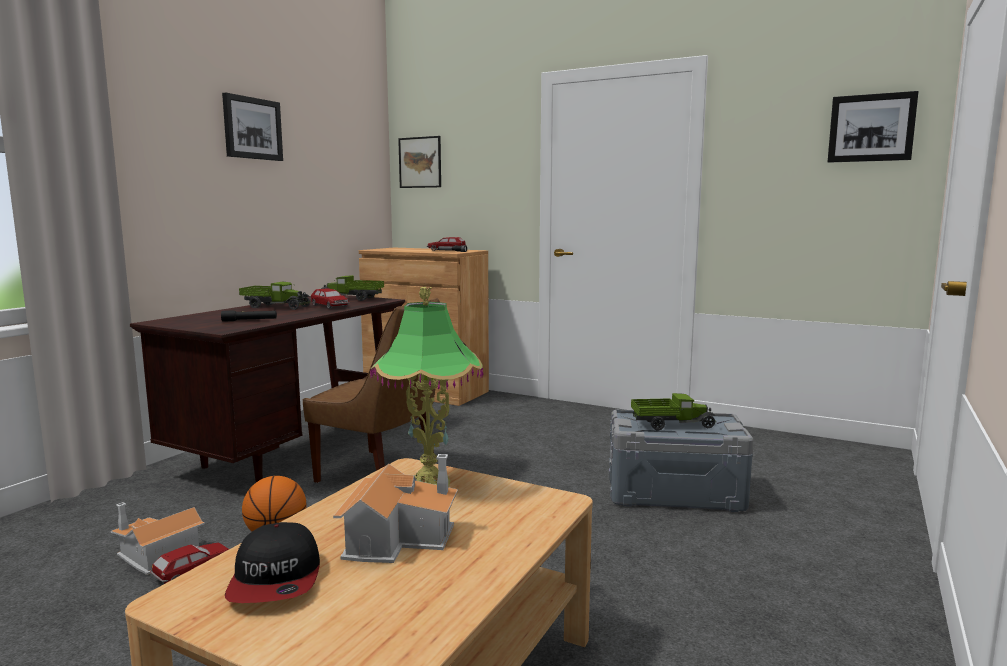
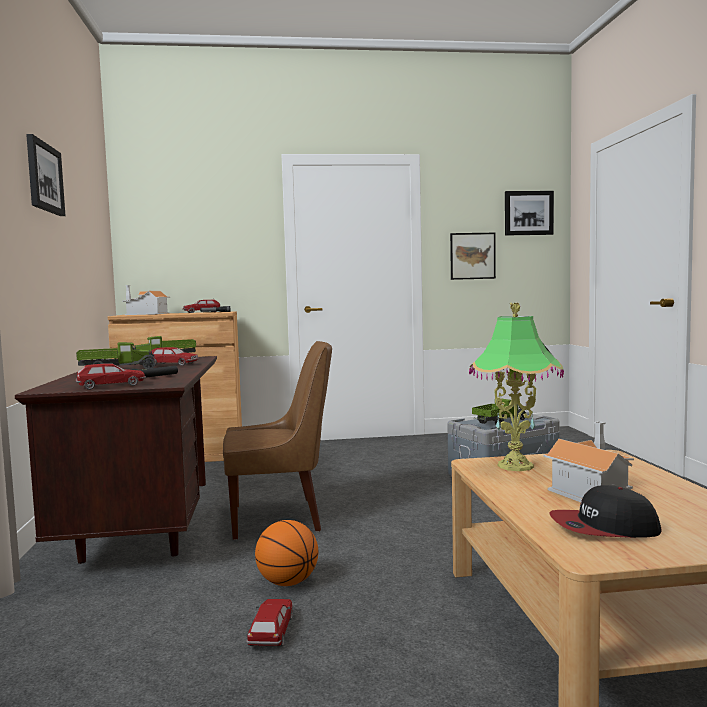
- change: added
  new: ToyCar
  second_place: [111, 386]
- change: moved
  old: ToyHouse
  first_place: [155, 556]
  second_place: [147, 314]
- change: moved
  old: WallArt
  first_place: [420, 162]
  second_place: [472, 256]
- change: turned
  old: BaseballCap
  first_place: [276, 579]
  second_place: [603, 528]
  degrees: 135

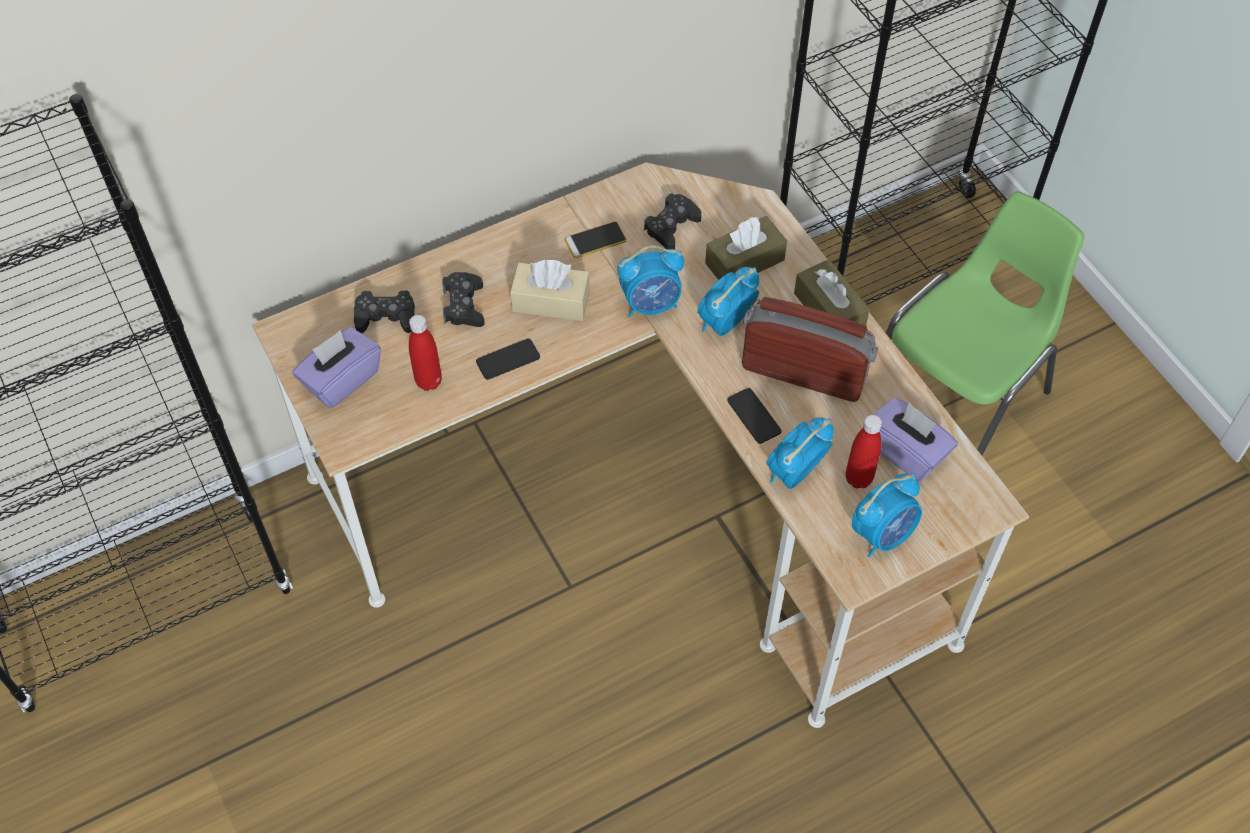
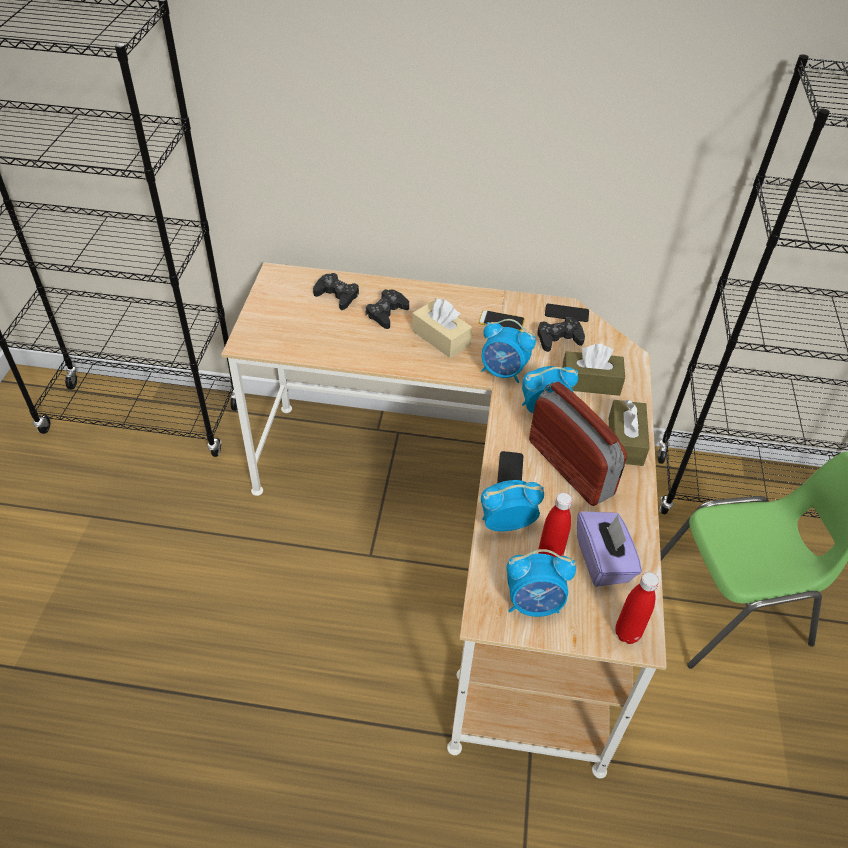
- change: moved
  old: Telephone
  first_place: [508, 359]
  second_place: [566, 313]
- change: moved
  old: ReddishBottle
  first_place: [428, 381]
  second_place: [627, 633]
- change: removed
  old: PurplishBoxOfTissues
  first_place: [341, 380]

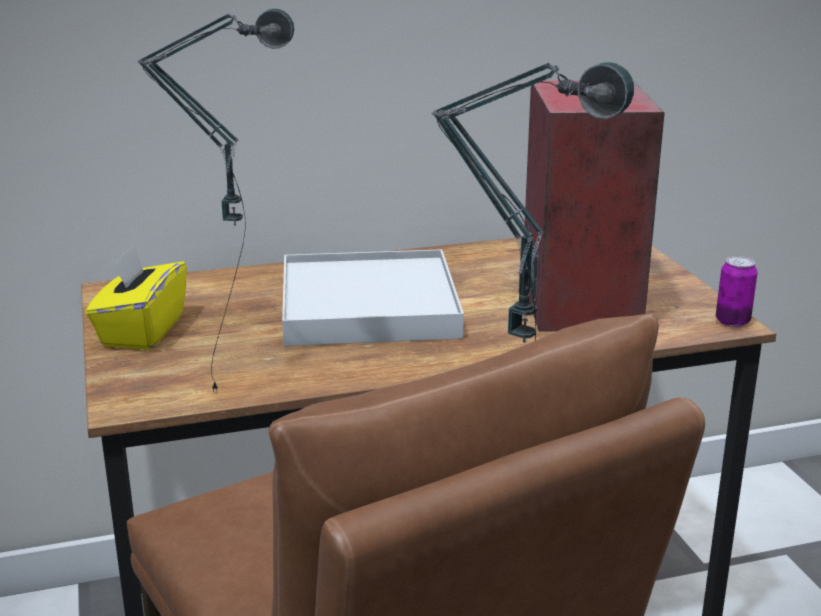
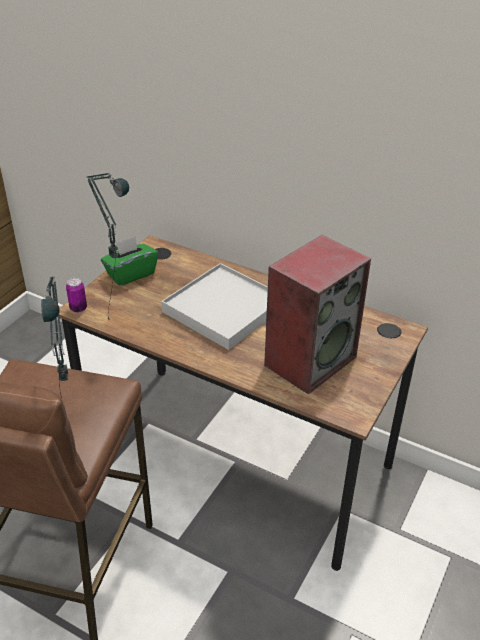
- change: moved
  old: MetalCan
  first_place: [732, 321]
  second_place: [78, 308]
- change: recoloured
  old: YellowBoxOfTissues
  new: GreenBoxOfTissues
  first_place: [141, 331]
  second_place: [130, 274]

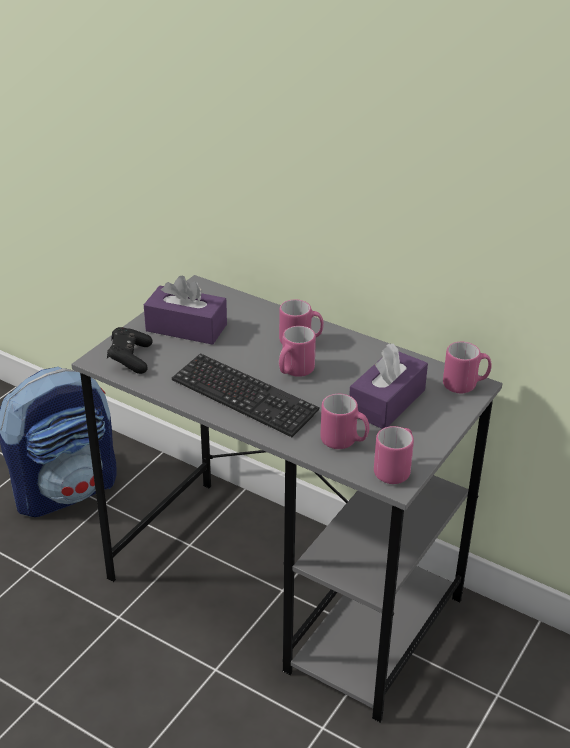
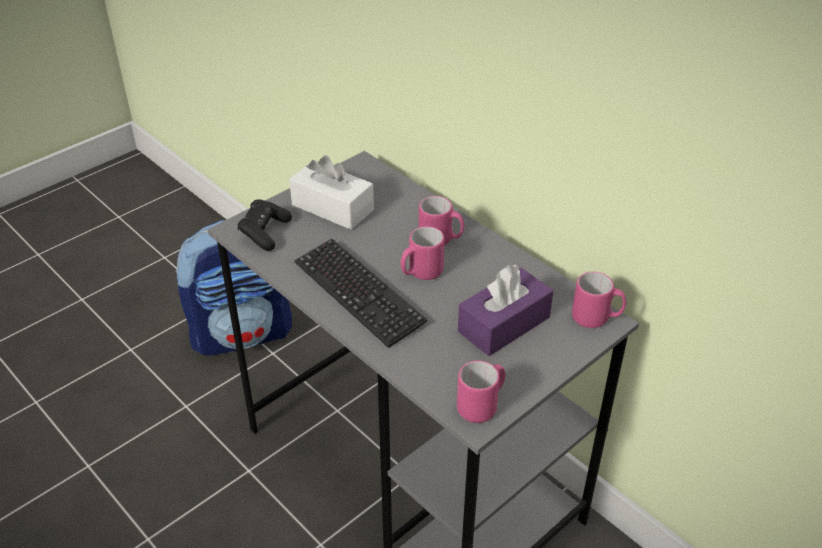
- change: recoloured
  old: PurplishBoxOfTissues
  new: WhiteBoxOfTissues
  first_place: [186, 328]
  second_place: [332, 207]
- change: removed
  old: PinkishCoffeeMug
  first_place: [344, 441]

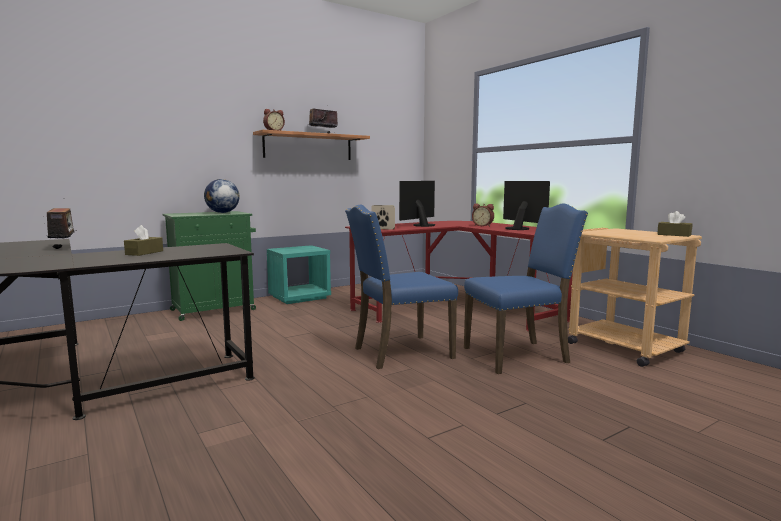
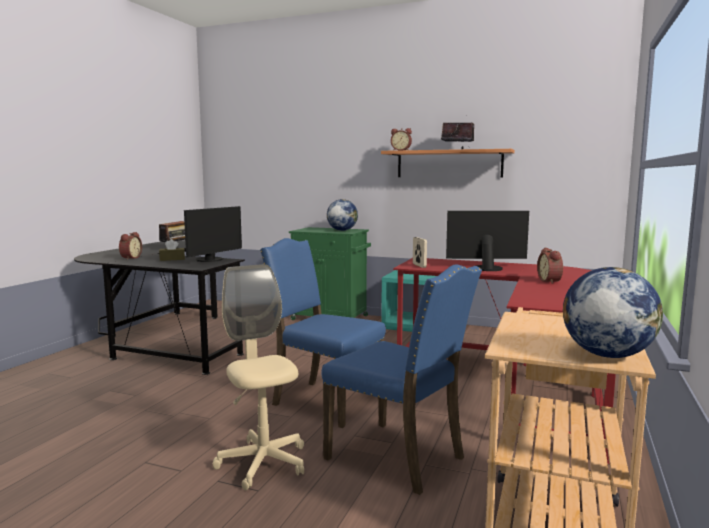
- change: added
  new: AlarmClock
  second_place: [130, 258]
- change: moved
  old: ComputerDisplay
  first_place: [519, 228]
  second_place: [211, 260]
- change: added
  new: BeigeOfficeChair
  second_place: [263, 463]
- change: replaced
  old: BrownColouredBoxOfTissues
  new: WorldGlobe
  first_place: [674, 235]
  second_place: [606, 355]

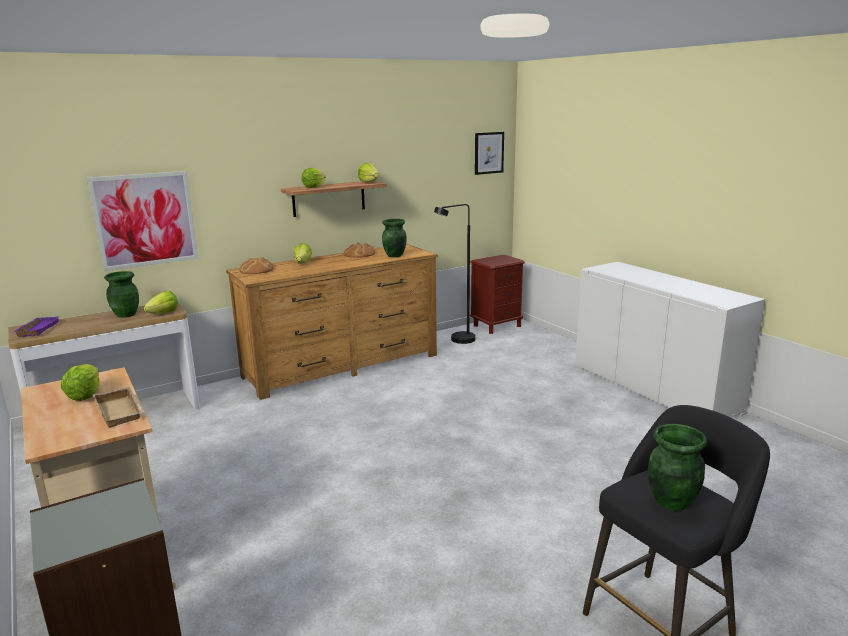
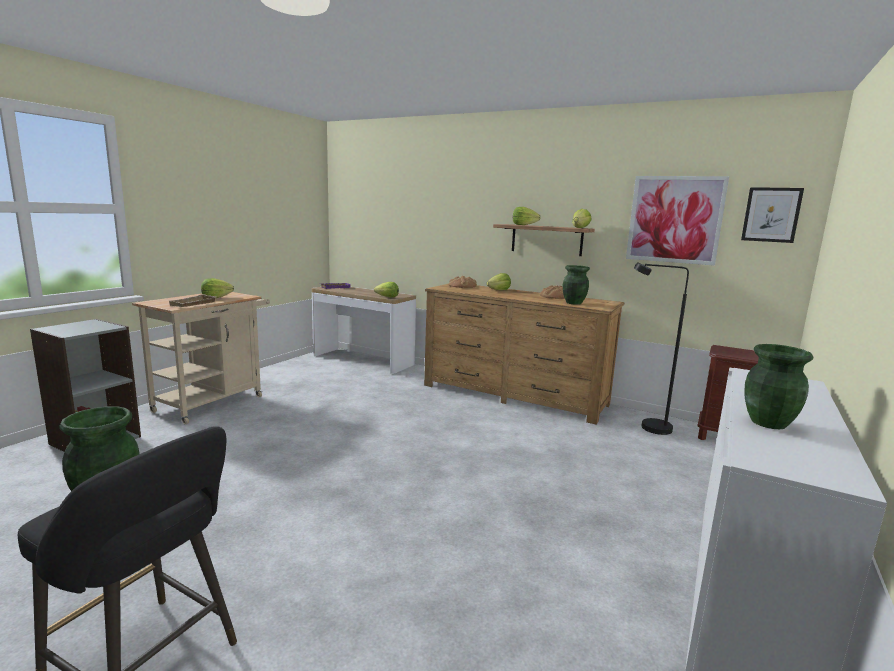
- change: moved
  old: WallArt
  first_place: [145, 220]
  second_place: [674, 219]
- change: moved
  old: GreenFlowerVase
  first_place: [126, 314]
  second_place: [768, 422]

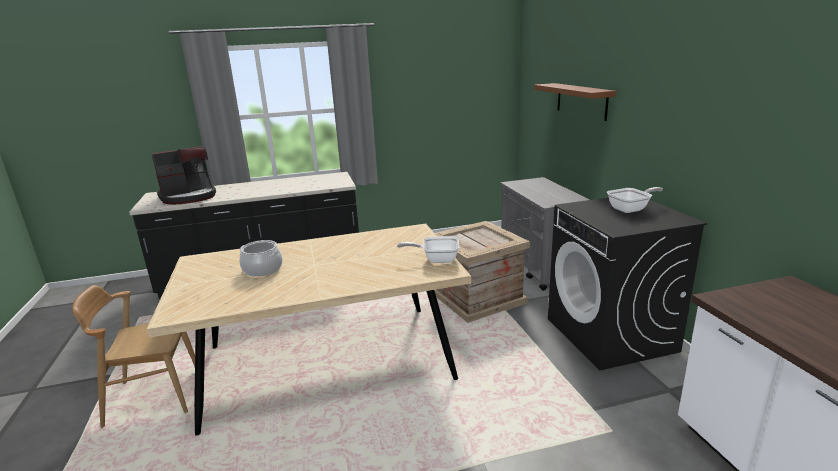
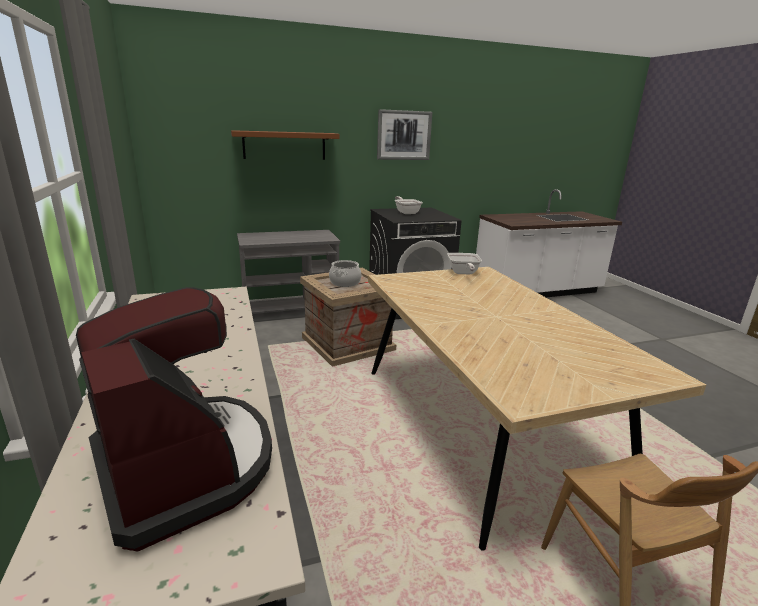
- change: moved
  old: CookingPot
  first_place: [263, 269]
  second_place: [344, 283]
- change: added
  new: WallArt
  second_place: [404, 135]

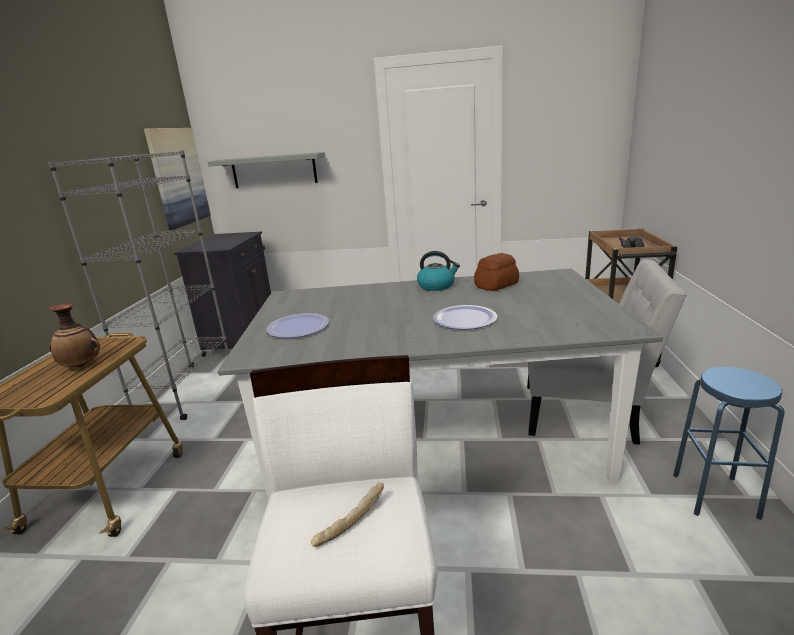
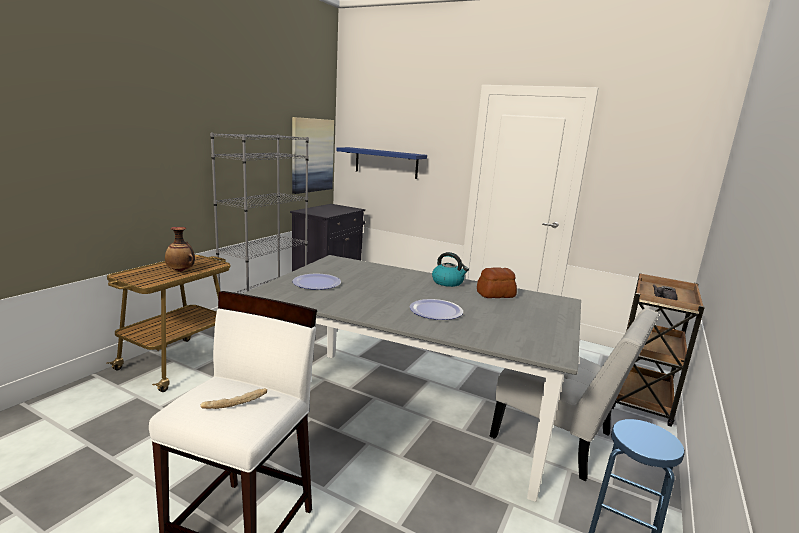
- change: recoloured
  old: GreyWallShelf
  new: BlueColouredWallShelf
  first_place: [274, 170]
  second_place: [386, 163]

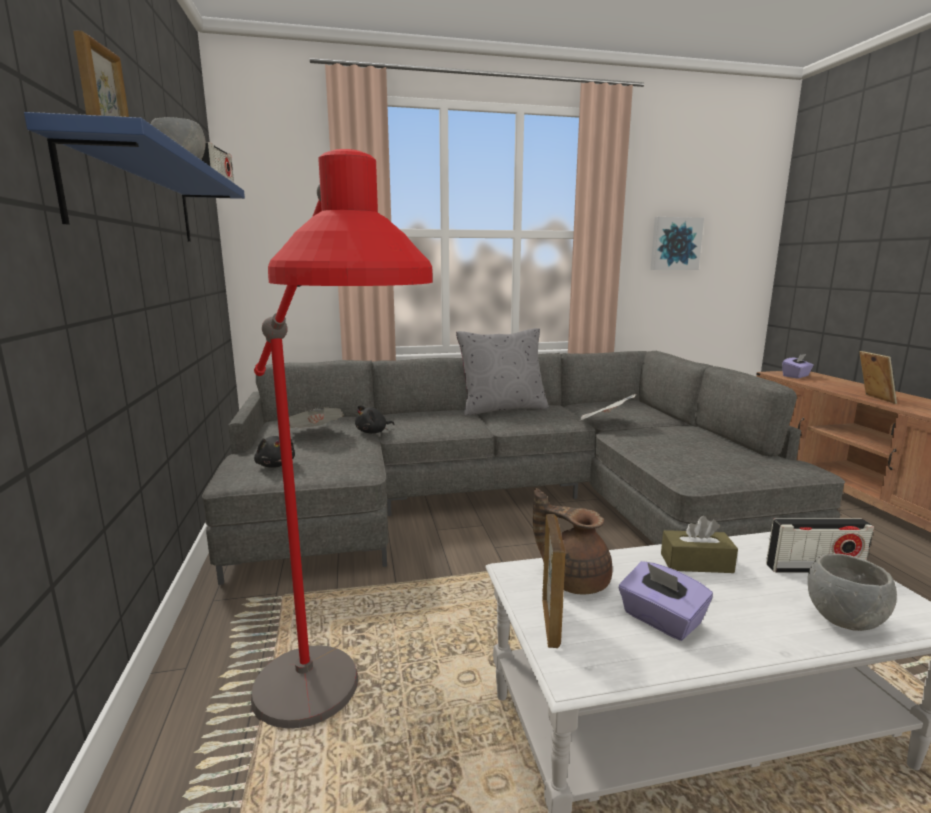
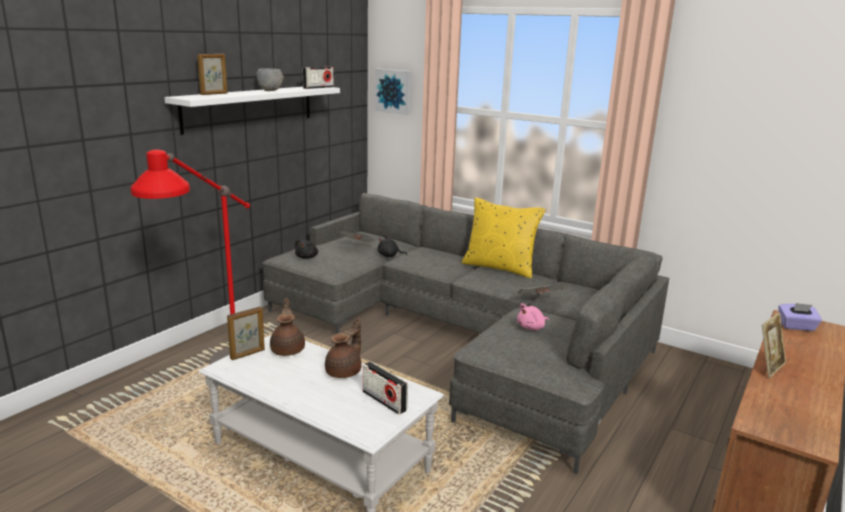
- change: recoloured
  old: BlueColouredWallShelf
  new: WhiteWallShelf
  first_place: [138, 199]
  second_place: [250, 108]
- change: replaced
  old: BrownColouredBoxOfTissues
  new: BrownColouredTeapot
  first_place: [696, 563]
  second_place: [345, 371]
- change: moved
  old: WallArt
  first_place: [675, 244]
  second_place: [394, 91]
- change: recoloured
  old: GreyCushion
  new: YellowCushion
  first_place: [502, 409]
  second_place: [499, 267]
- change: added
  new: PinkishCuddlyToy
  second_place: [532, 327]
- change: removed
  old: PurplishBoxOfTissues
  first_place: [660, 620]
- change: removed
  old: GreyDeepDish
  first_place: [844, 621]

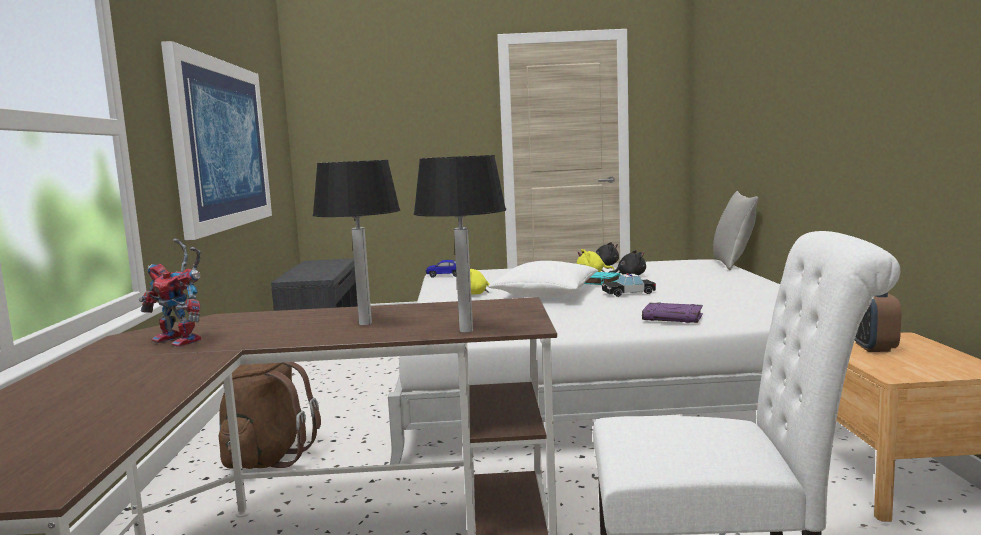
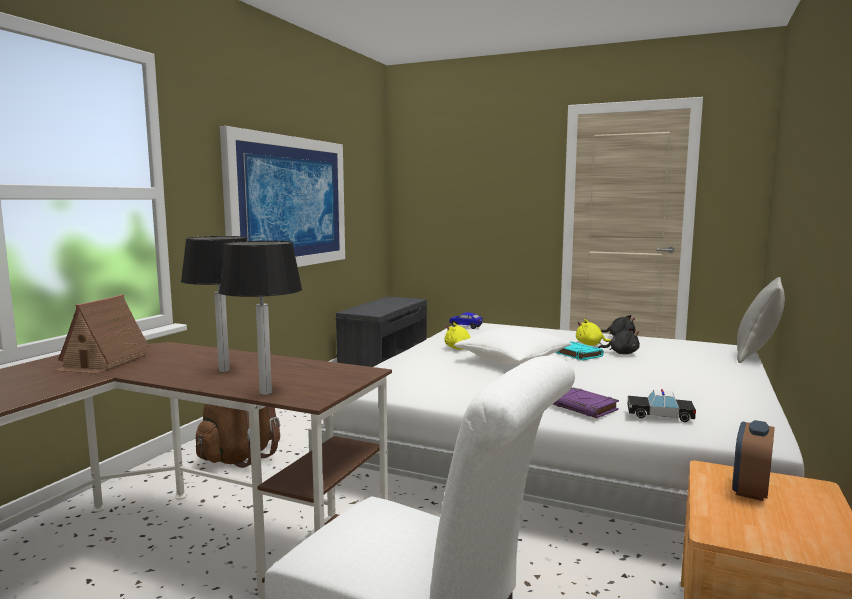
- change: replaced
  old: ToyRobot
  new: ToyHouse
  first_place: [183, 341]
  second_place: [103, 362]
- change: moved
  old: ToyCar
  first_place: [628, 293]
  second_place: [659, 415]

